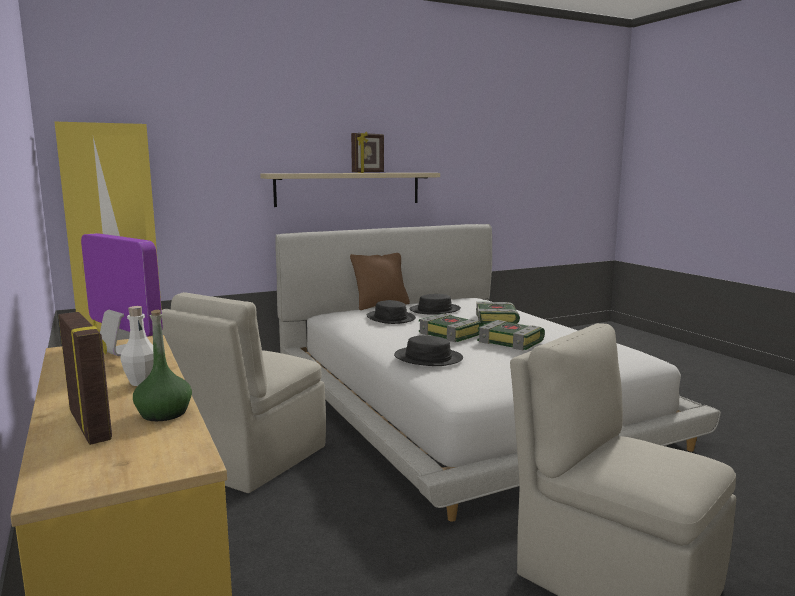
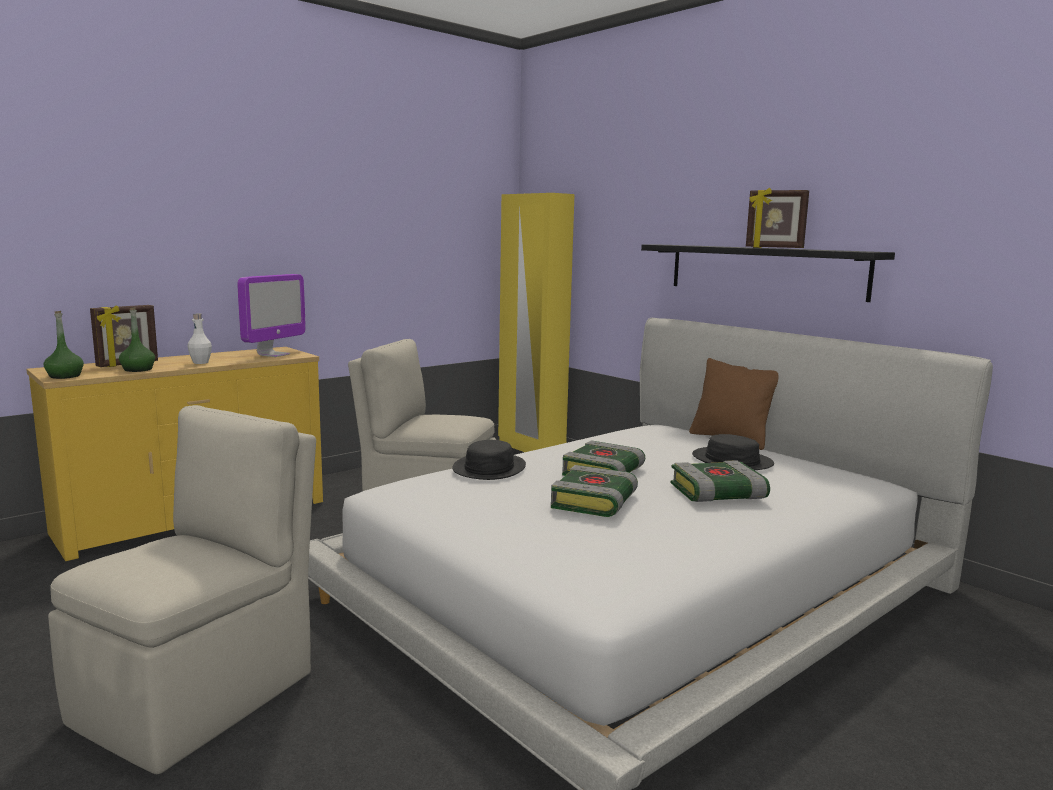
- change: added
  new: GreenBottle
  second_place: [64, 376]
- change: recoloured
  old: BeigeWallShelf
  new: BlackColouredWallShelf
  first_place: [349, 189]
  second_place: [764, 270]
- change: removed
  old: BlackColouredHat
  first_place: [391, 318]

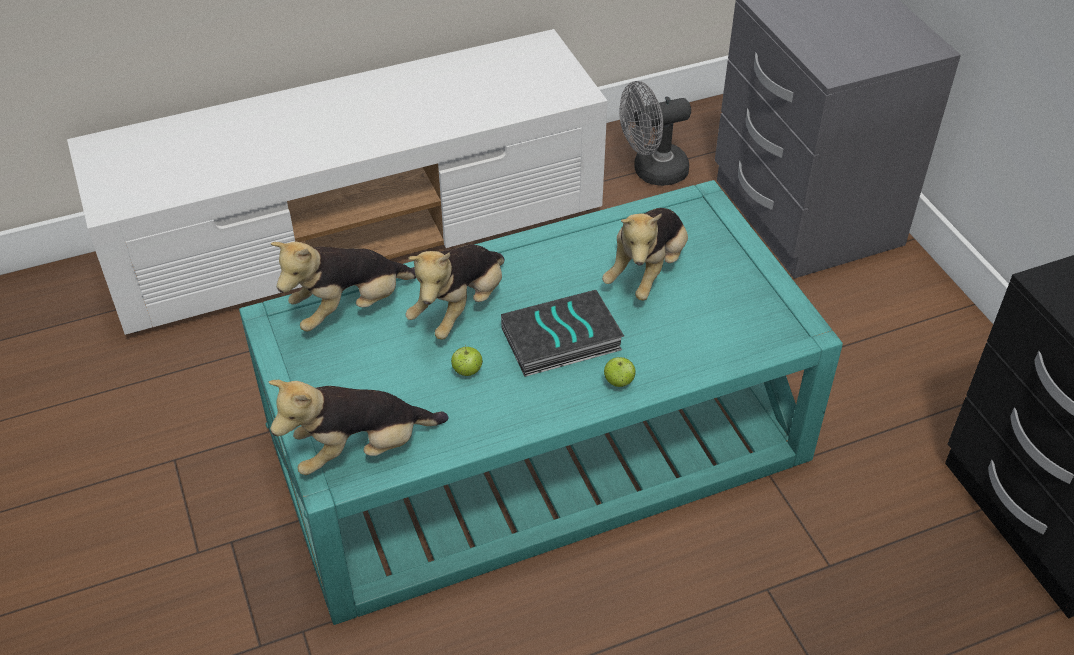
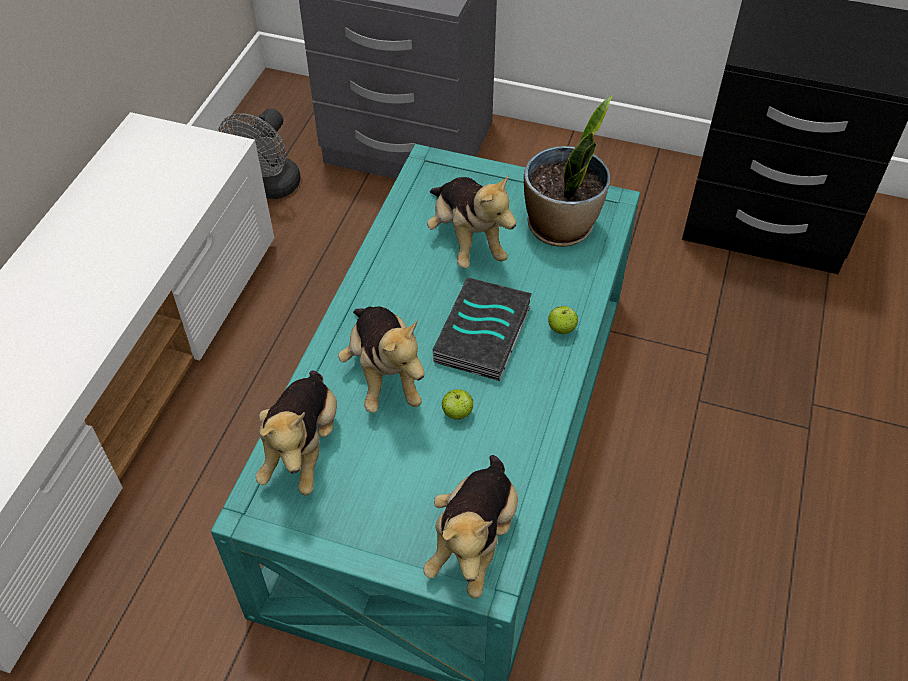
- change: added
  new: PottedPlant
  second_place: [561, 227]

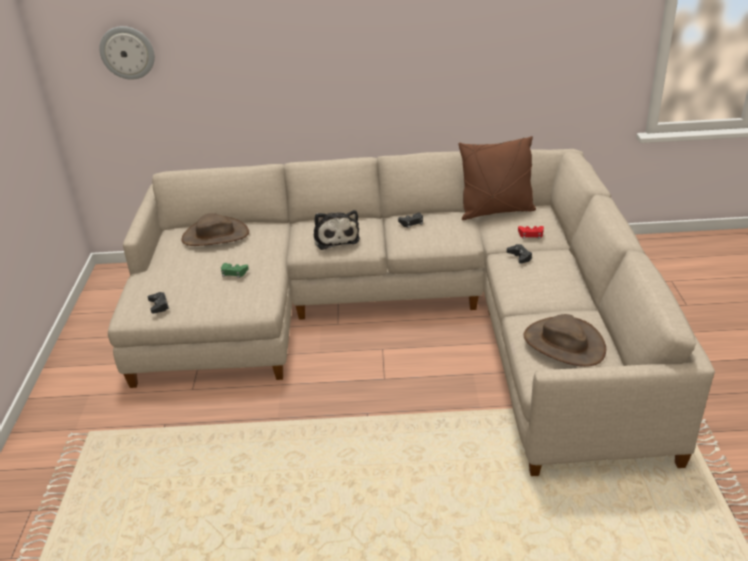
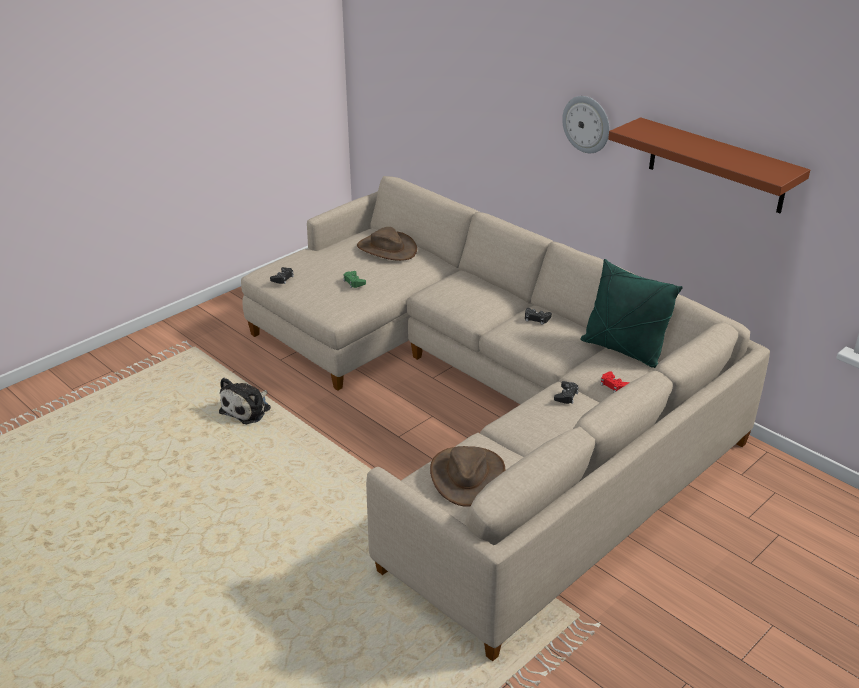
- change: moved
  old: CuddlyToy
  first_place: [335, 238]
  second_place: [248, 409]
- change: moved
  old: WallClock
  first_place: [127, 52]
  second_place: [587, 124]
- change: recoloured
  old: BrownColouredCushion
  new: GreenCushion
  first_place: [496, 211]
  second_place: [623, 350]
- change: added
  new: BrownColouredWallShelf
  second_place: [716, 166]

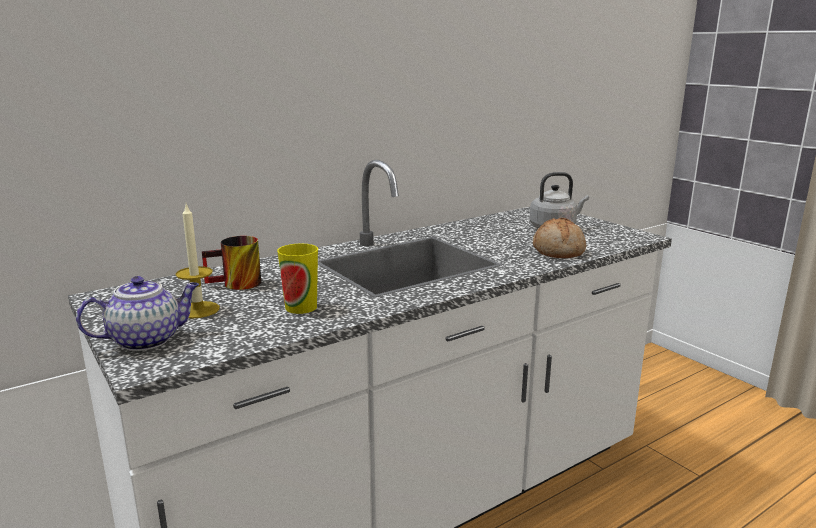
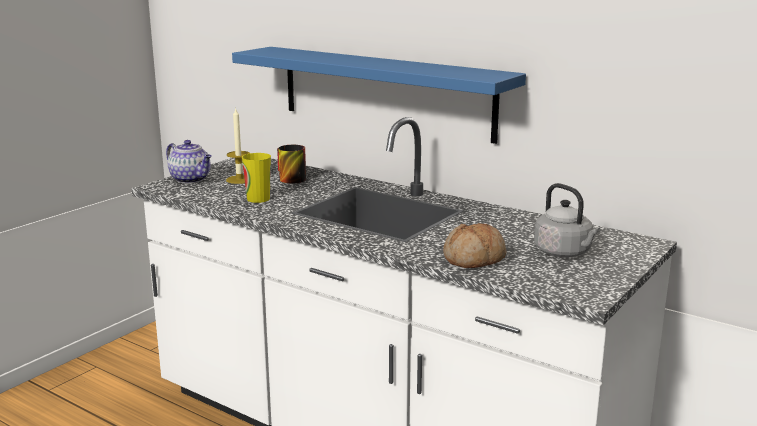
- change: added
  new: BlueColouredWallShelf
  second_place: [385, 92]

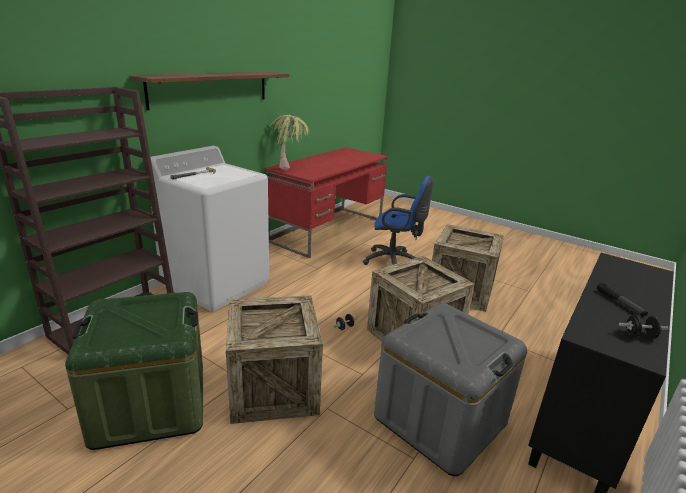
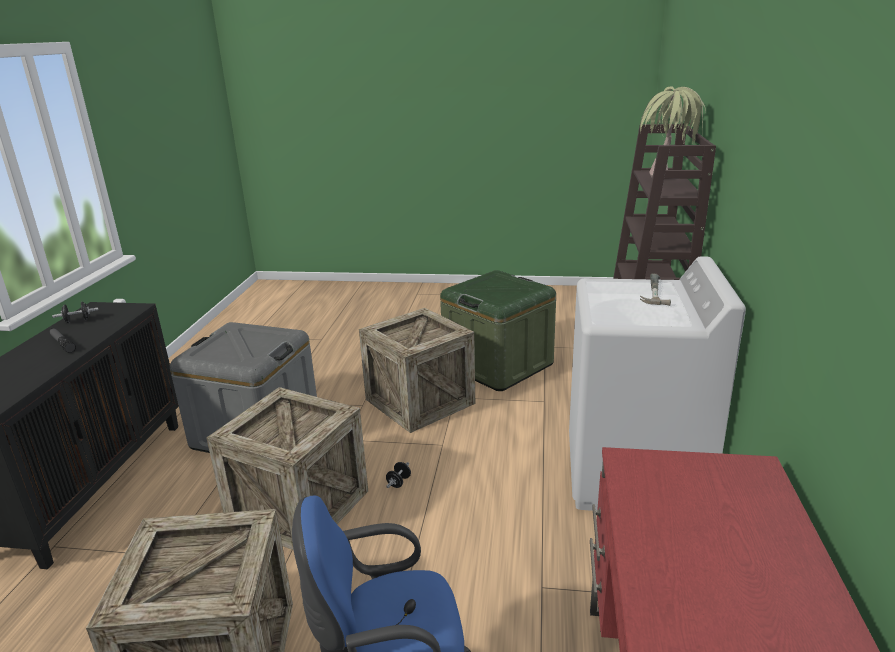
- change: moved
  old: PottedPlant
  first_place: [290, 167]
  second_place: [665, 183]
- change: removed
  old: WallShelf
  first_place: [211, 88]

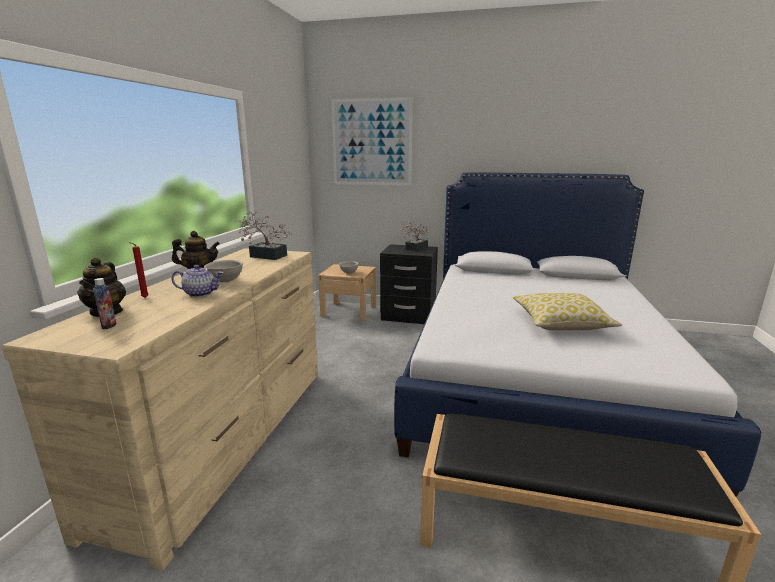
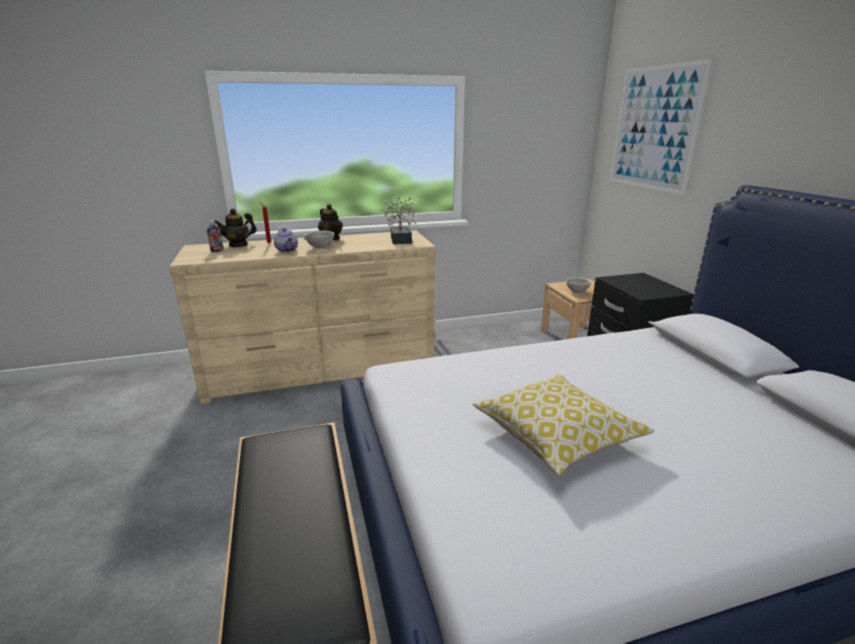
- change: removed
  old: PottedPlant
  first_place: [414, 249]

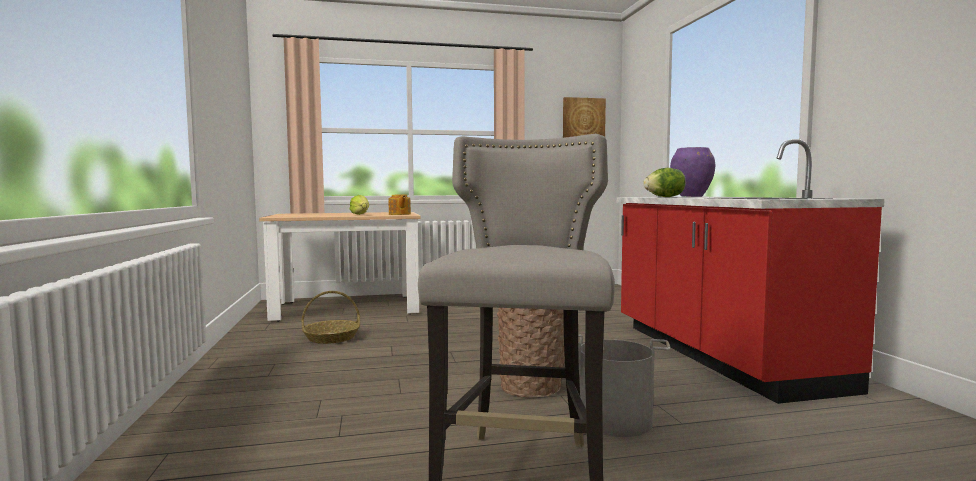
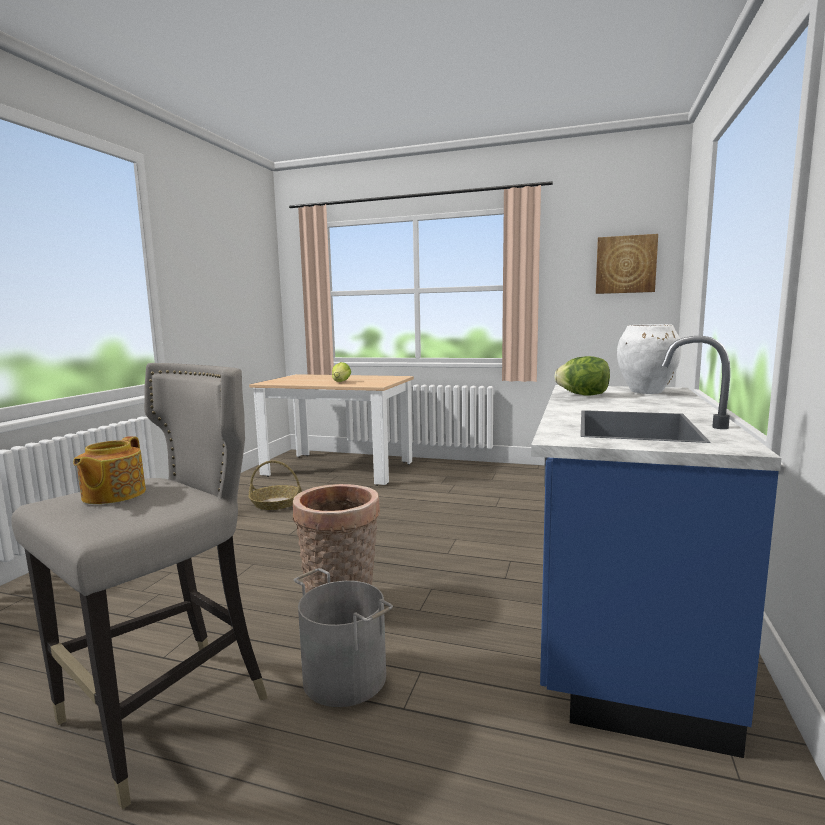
- change: moved
  old: Teapot
  first_place: [399, 214]
  second_place: [112, 495]
- change: recoloured
  old: ReddishKitchenCounter
  new: BlueColouredKitchenCounter
  first_place: [717, 355]
  second_place: [618, 618]
- change: recoloured
  old: PurplishFlowerVase
  new: WhiteFlowerVase
  first_place: [692, 196]
  second_place: [647, 392]

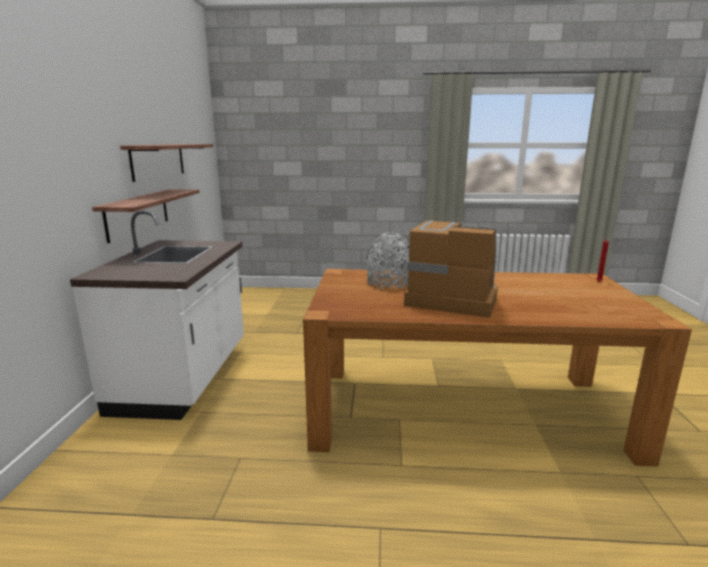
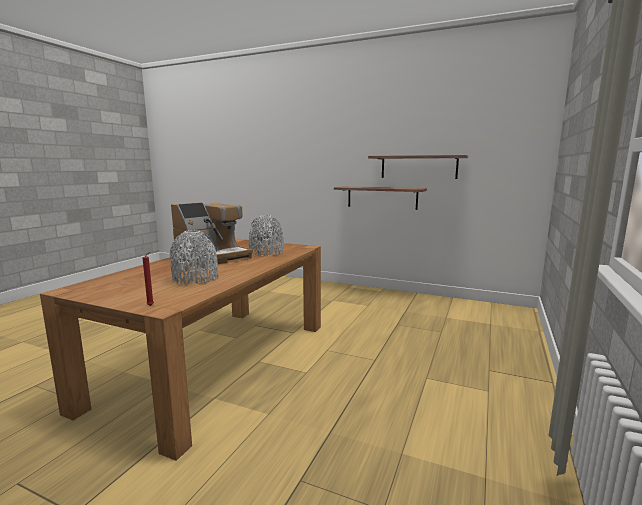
- change: added
  new: GreyFlowerVase
  second_place: [195, 278]
- change: removed
  old: WhiteKitchenCounter
  first_place: [184, 377]

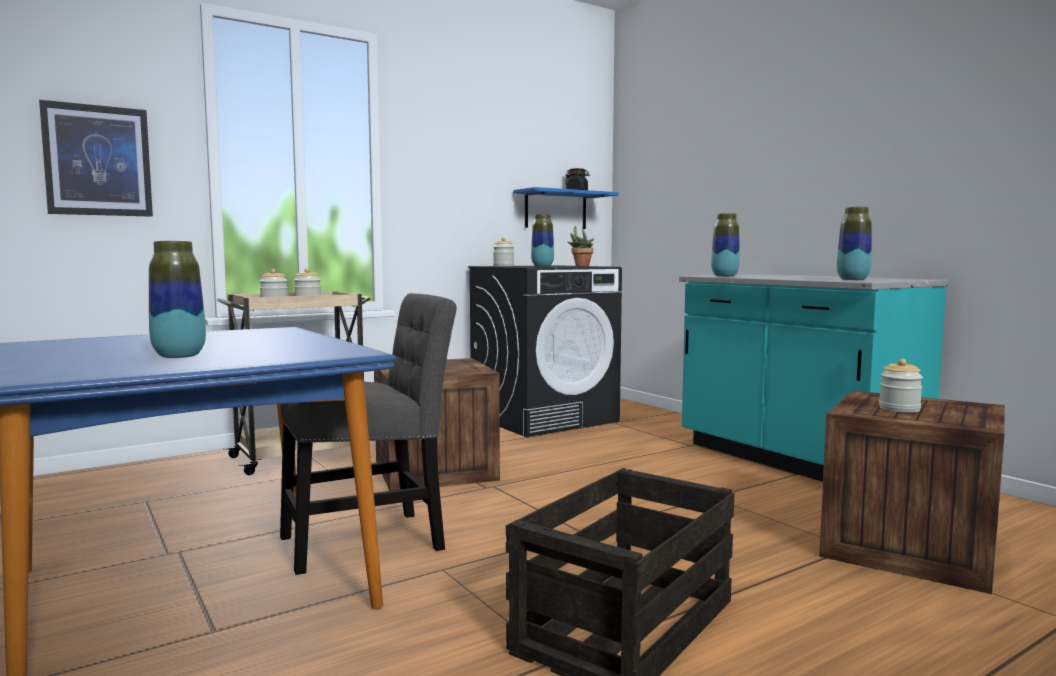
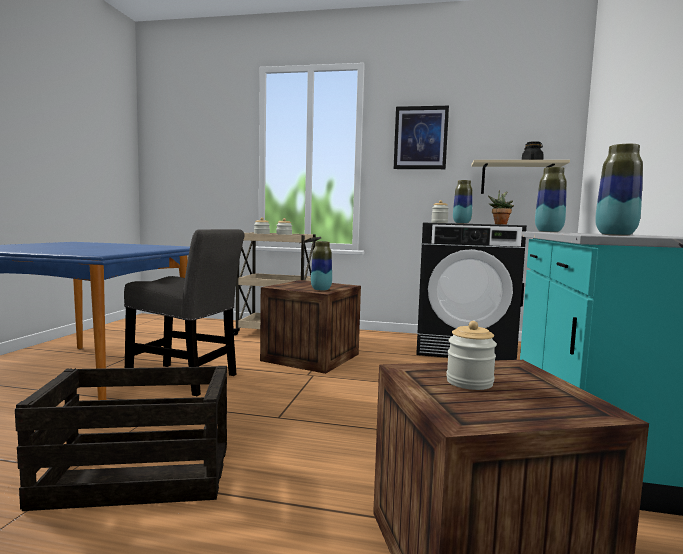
- change: moved
  old: FlowerVase
  first_place: [179, 356]
  second_place: [321, 289]
- change: moved
  old: WallArt
  first_place: [98, 161]
  second_place: [420, 138]
- change: recoloured
  old: BlueColouredWallShelf
  new: BeigeWallShelf
  first_place: [555, 210]
  second_place: [514, 179]

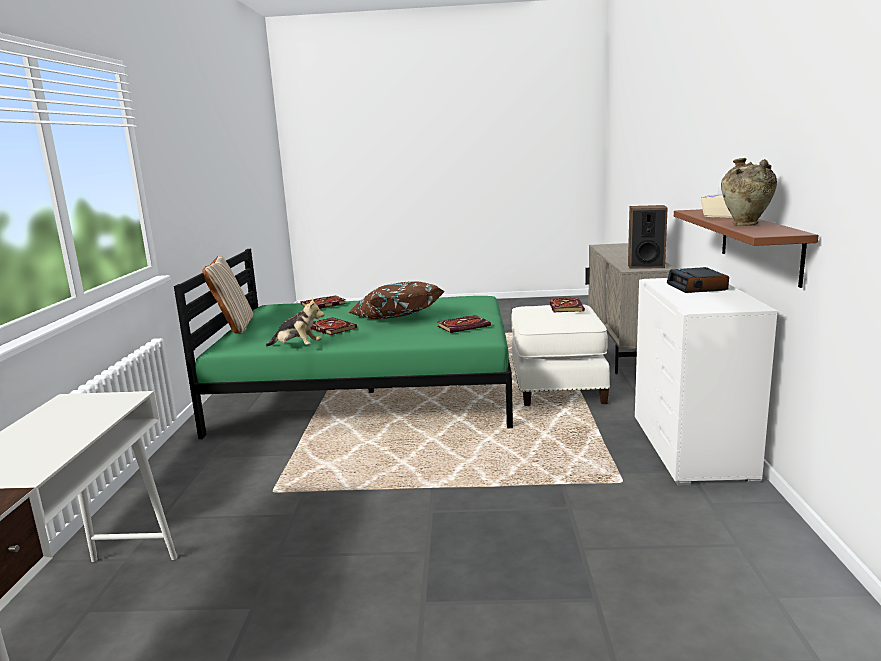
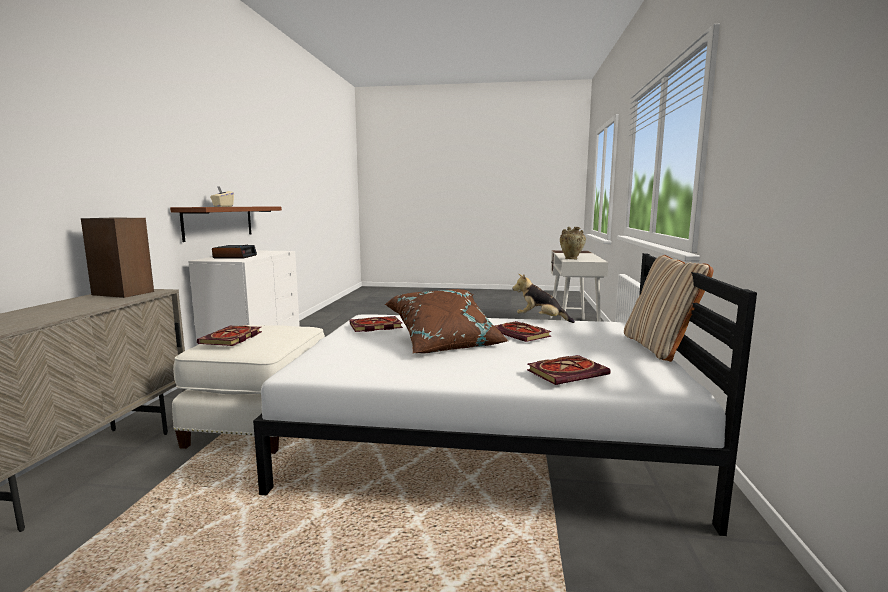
- change: recoloured
  old: GreenSleepingBed
  new: WhiteSleepingBed
  first_place: [369, 392]
  second_place: [486, 436]
- change: moved
  old: BeigeFlowerVase
  first_place: [745, 225]
  second_place: [571, 259]

